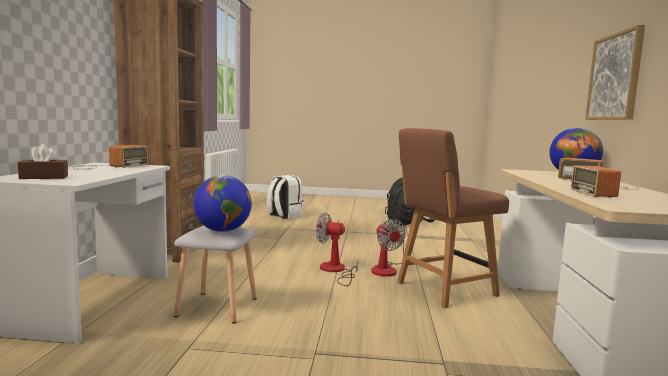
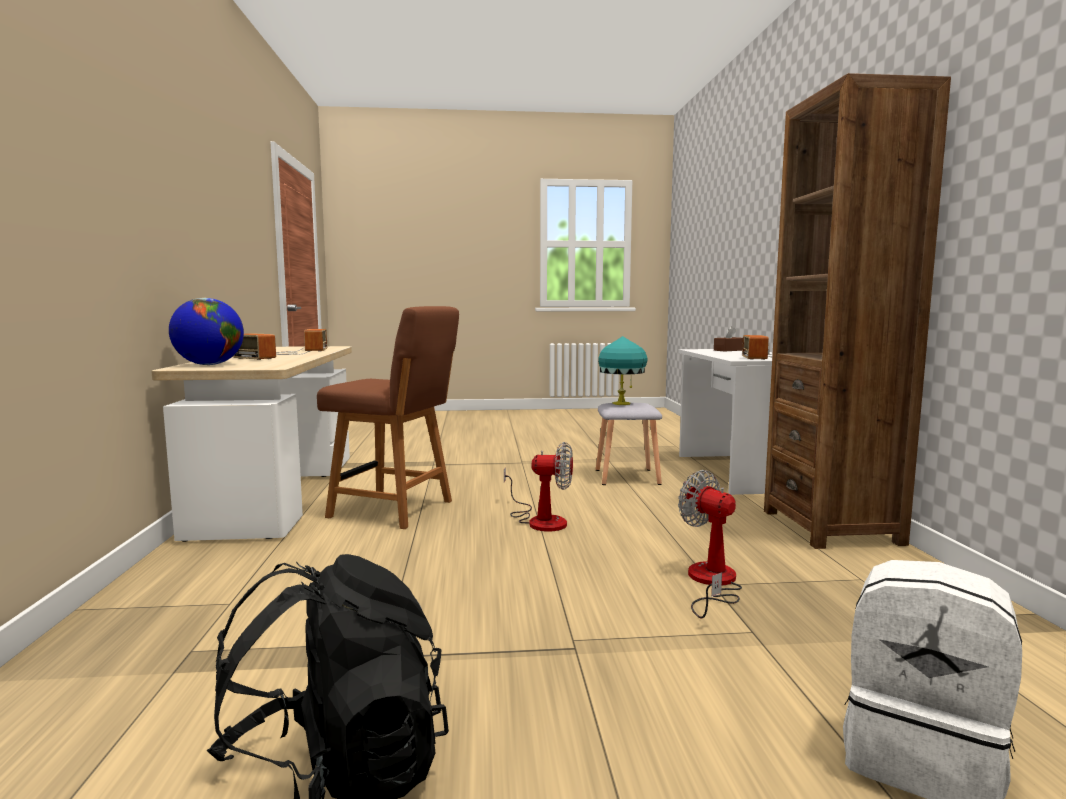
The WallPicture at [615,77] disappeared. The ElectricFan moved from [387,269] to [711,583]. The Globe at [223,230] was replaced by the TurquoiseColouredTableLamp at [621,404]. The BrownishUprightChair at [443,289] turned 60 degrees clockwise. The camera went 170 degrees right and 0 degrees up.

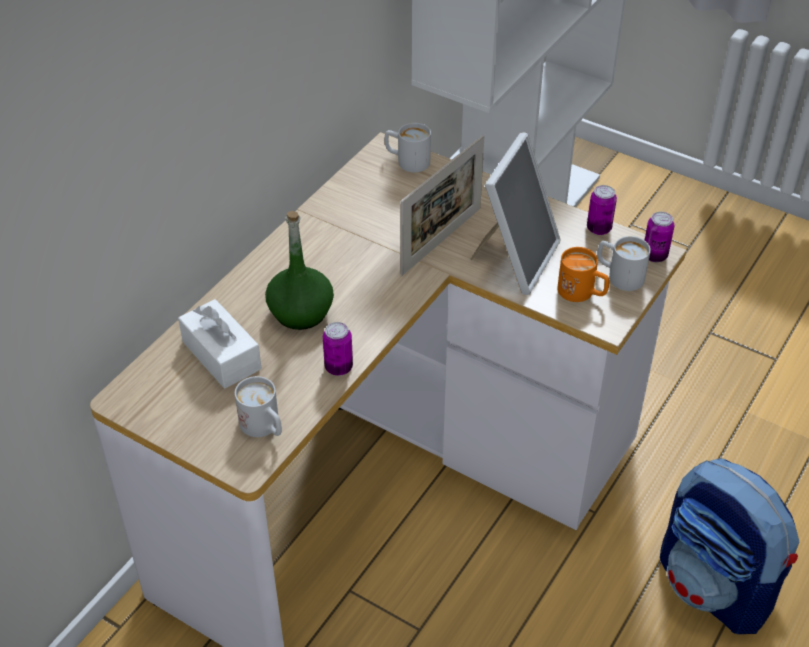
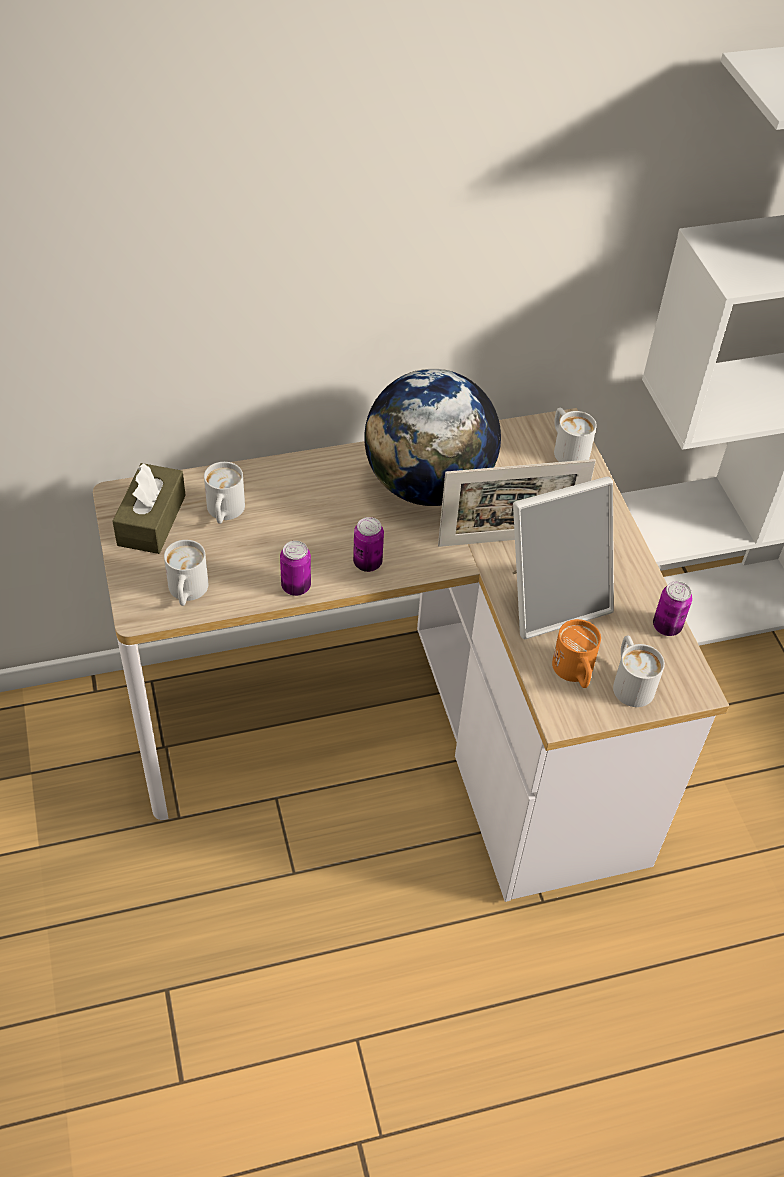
The GreenColouredBeverageBottle at [301,312] disappeared. The Rucksack at [716,587] disappeared. The BrownishTissueHolder at [151,520] appeared. The Globe at [428,485] appeared. The SealedCan moved from [654,256] to [367,563]. The WhitishTissueHolder at [221,355] was replaced by the WhitishCoffeeMug at [224,513]. The camera went 40 degrees right and 5 degrees up.

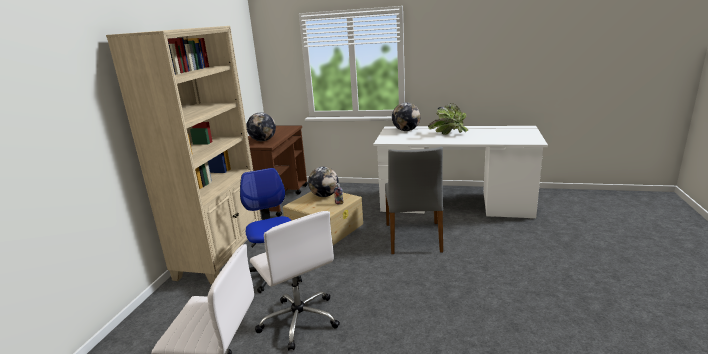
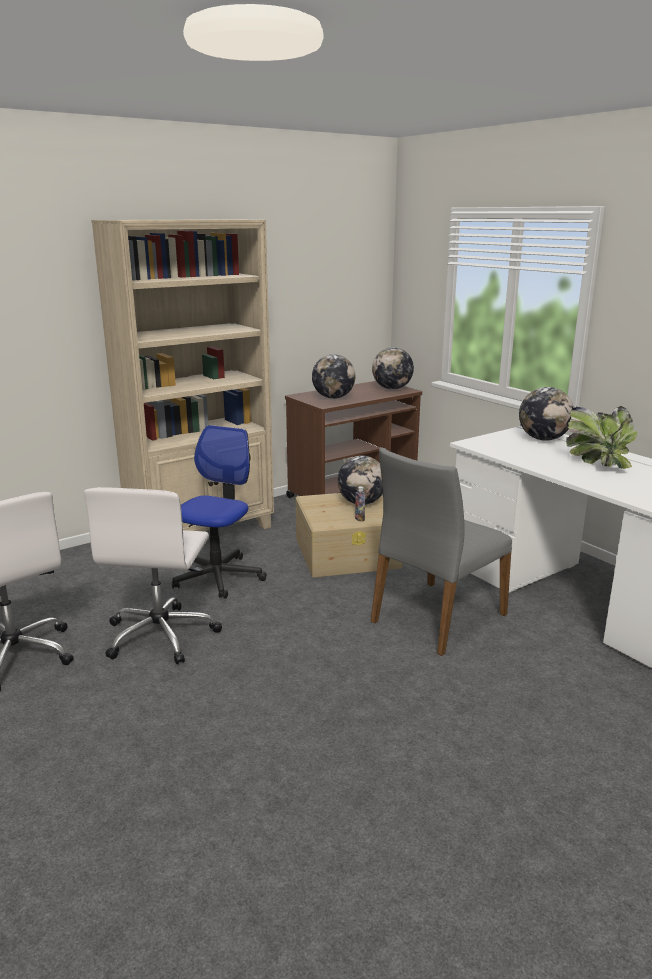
The Globe at [392,389] appeared. The camera went 40 degrees right and 0 degrees up.

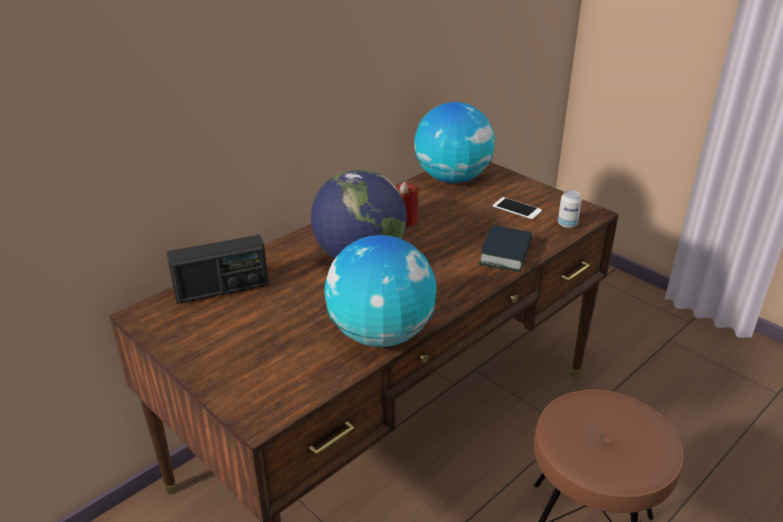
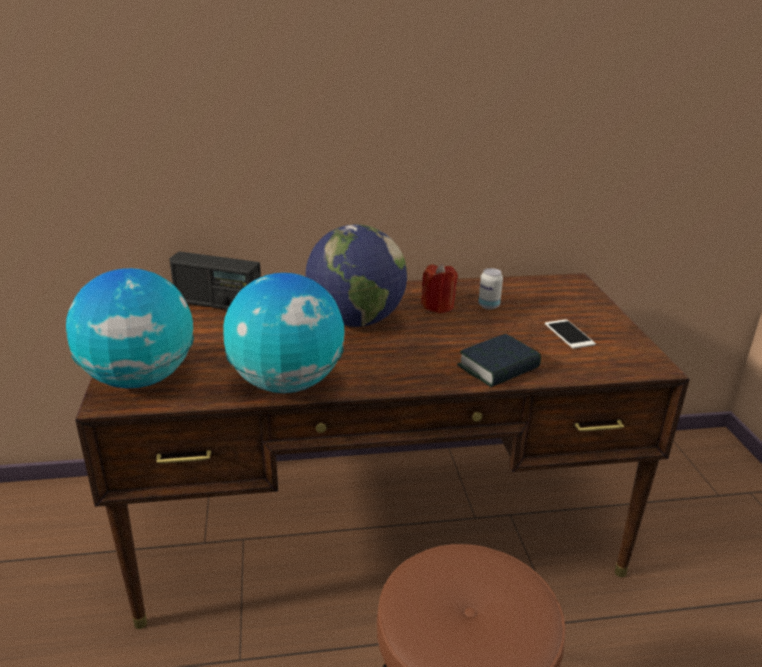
The Globe moved from [452,178] to [139,379]. The SealedCan moved from [567,224] to [488,306]. The camera went 35 degrees right and 5 degrees down.

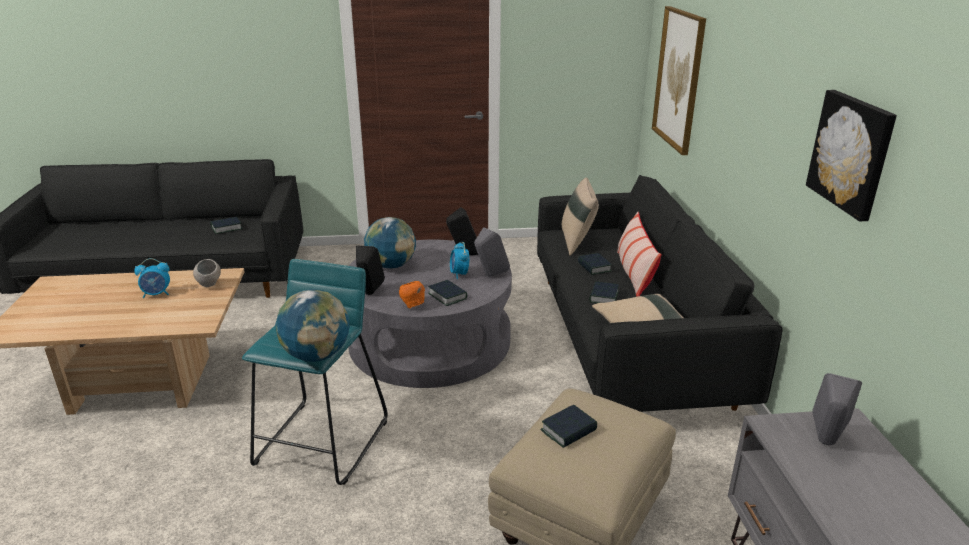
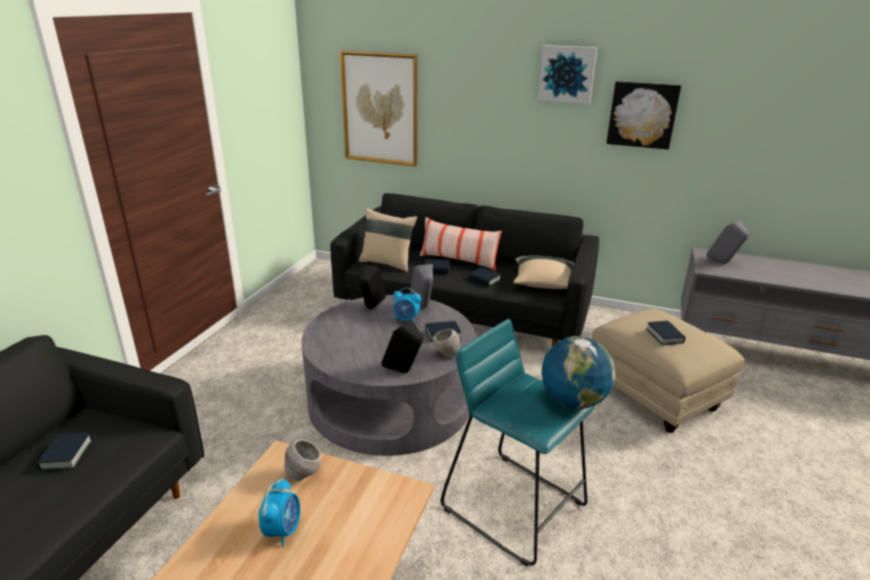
The Globe at [391,265] disappeared. The WallPicture at [567,74] appeared. The OrangeColouredServingBowl at [412,306] became the GreyServingBowl at [447,355]. The camera went 65 degrees left and 0 degrees up.

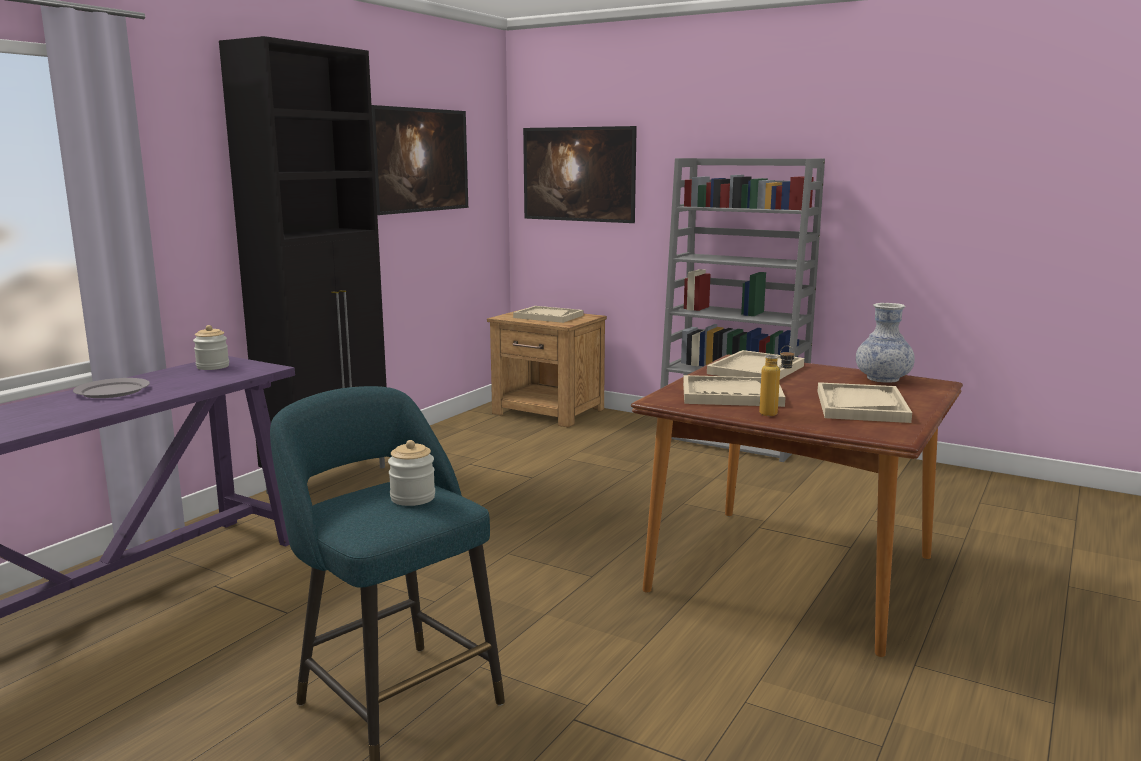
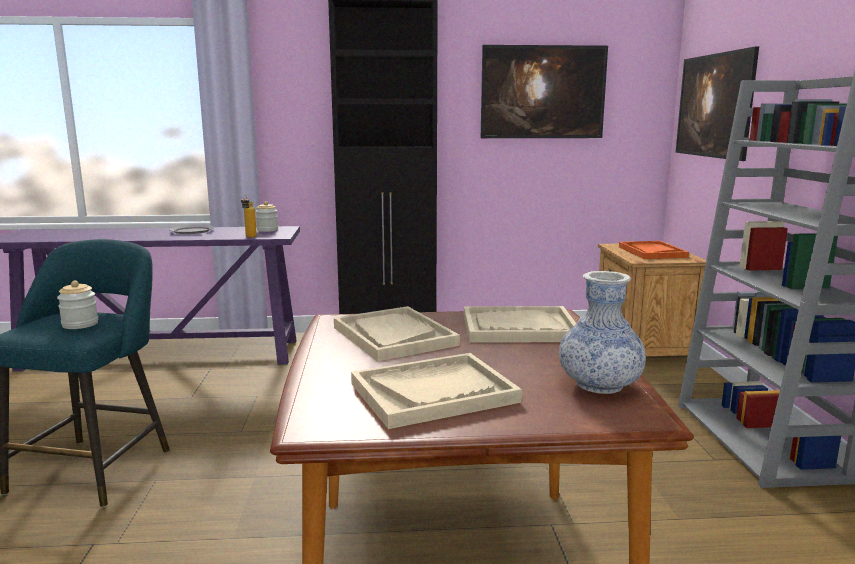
The BeverageBottle moved from [775,415] to [249,237]. The BeigeCarryingTray at [548,316] became the OrangeColouredCarryingTray at [652,252]. The camera went 55 degrees right and 0 degrees up.

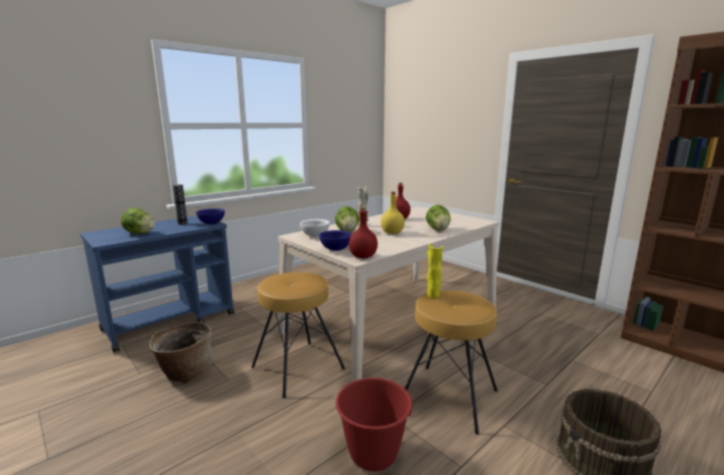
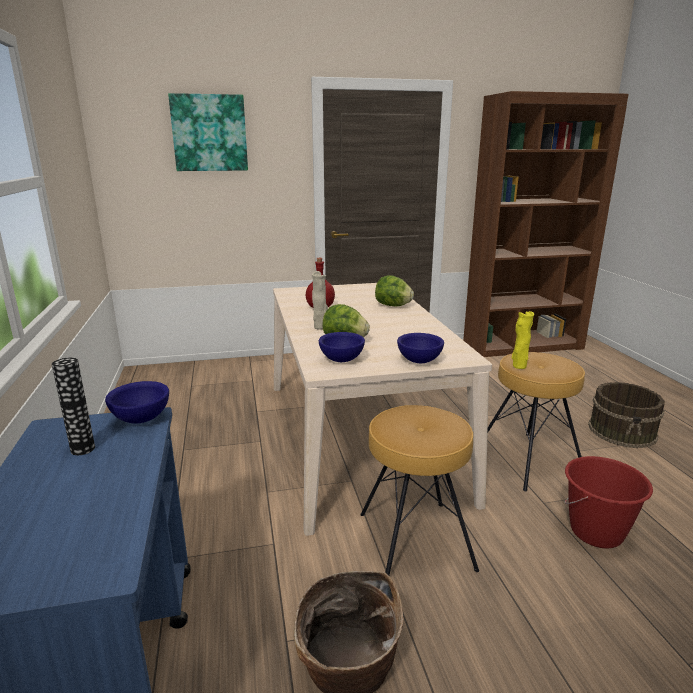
The LettuceHead at [140,233] disappeared. The RedBeverageBottle at [362,256] disappeared. The YellowColouredBeverageBottle at [392,233] disappeared. The WallPicture at [209,133] appeared. The WhitishServingBowl at [315,236] became the BluishServingBowl at [341,360]. The camera went 60 degrees left and 5 degrees up.

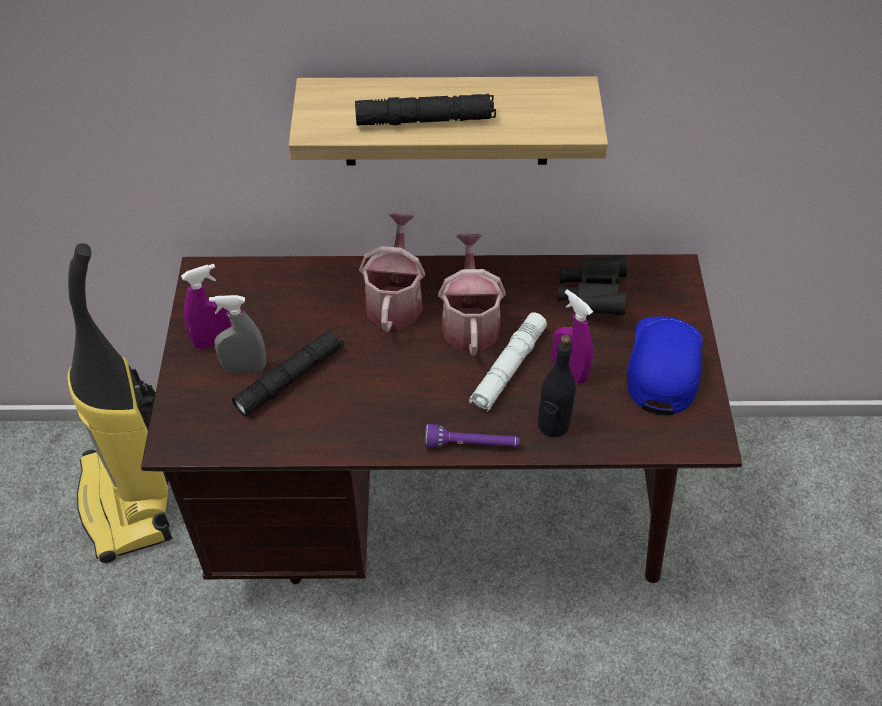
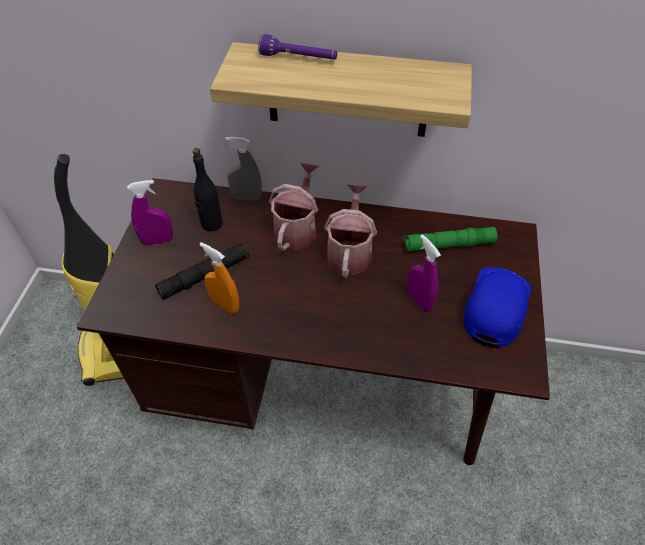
The BlackFlashlight at [425,120] disappeared. The WhitishFlashlight at [508,368] disappeared. The OrangeColouredSprayer at [225,305] appeared. The GreySprayer moved from [244,368] to [246,197]. The PurpleColouredFlashlight moved from [472,445] to [298,58]. The BlackBeverageBottle moved from [553,425] to [211,224]. The BlackFieldGlasses at [592,295] was replaced by the GreenColouredFlashlight at [448,244]. The camera went 10 degrees right and 0 degrees up.

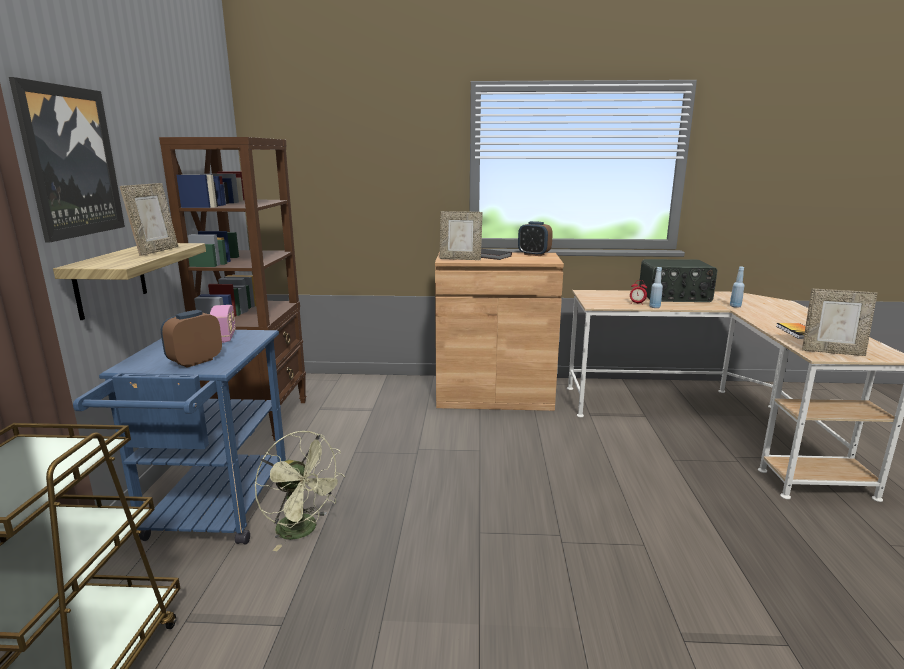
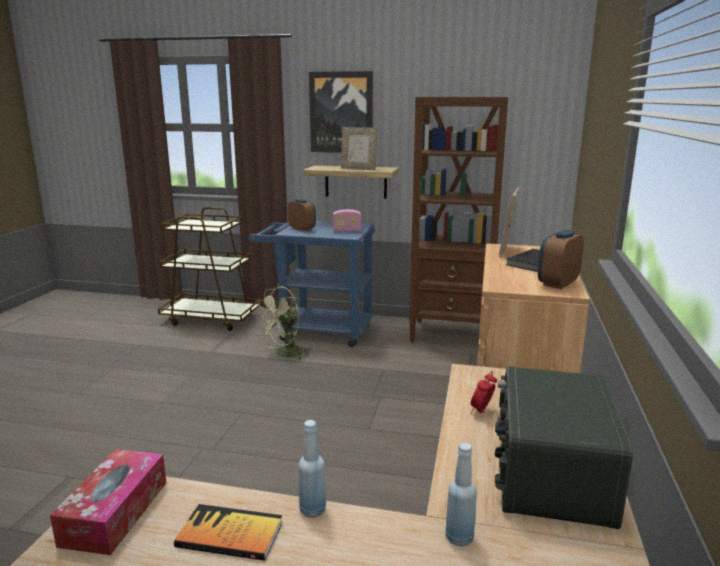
The BluishBeverageBottle moved from [654,307] to [312,510]. The PhotoFrame at [832,352] was replaced by the TissueHolder at [115,512]. The camera went 100 degrees right and 0 degrees up.

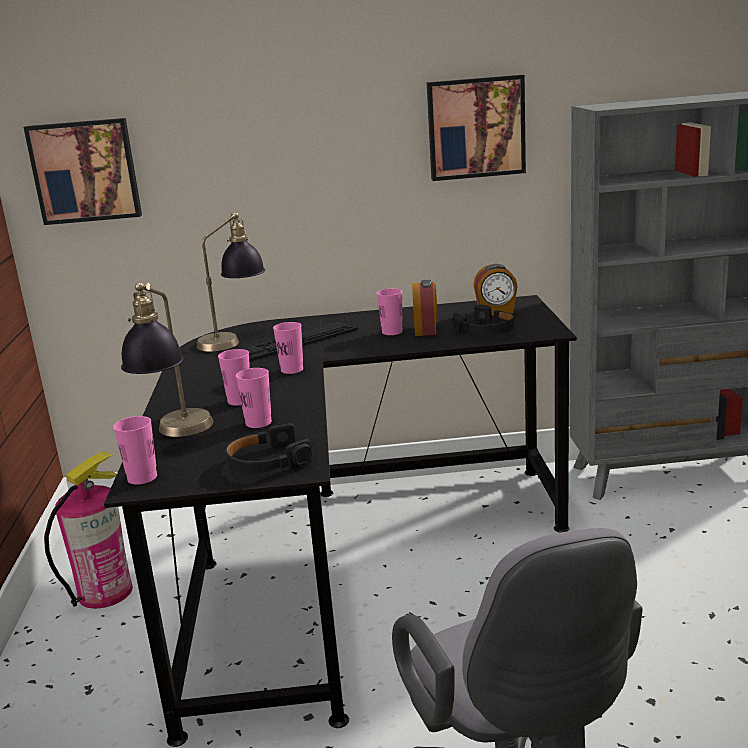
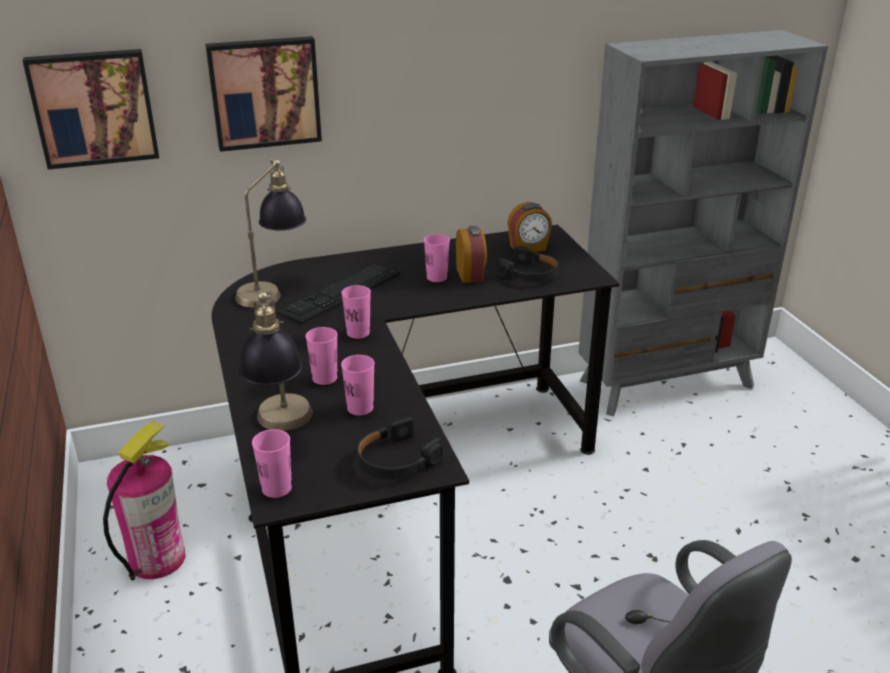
The WallPicture moved from [475,127] to [264,92]. The camera went 15 degrees left and 10 degrees up.

